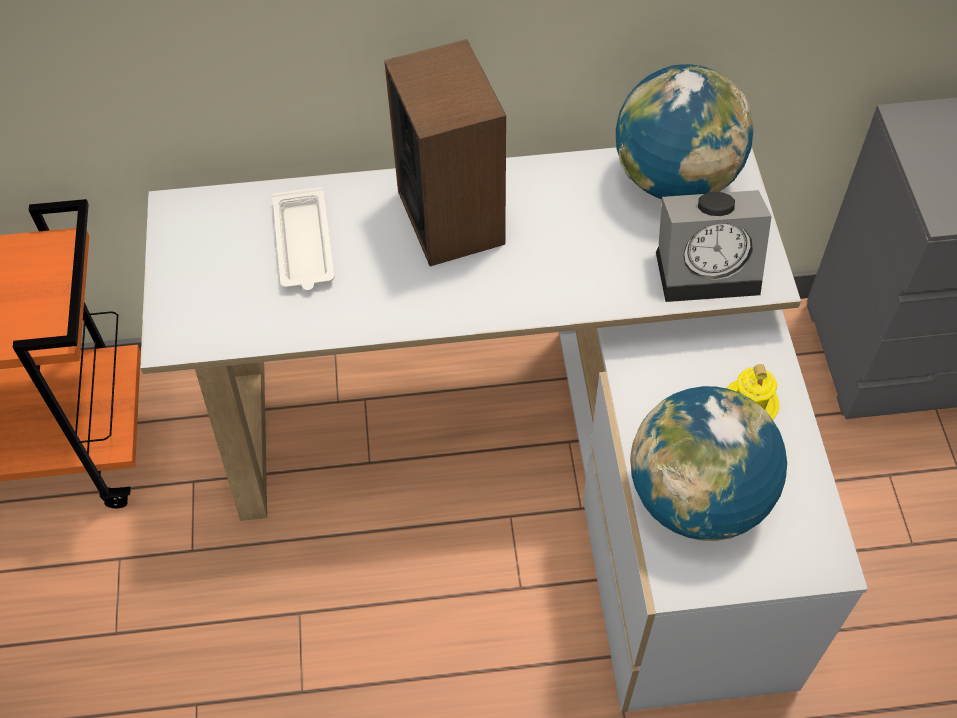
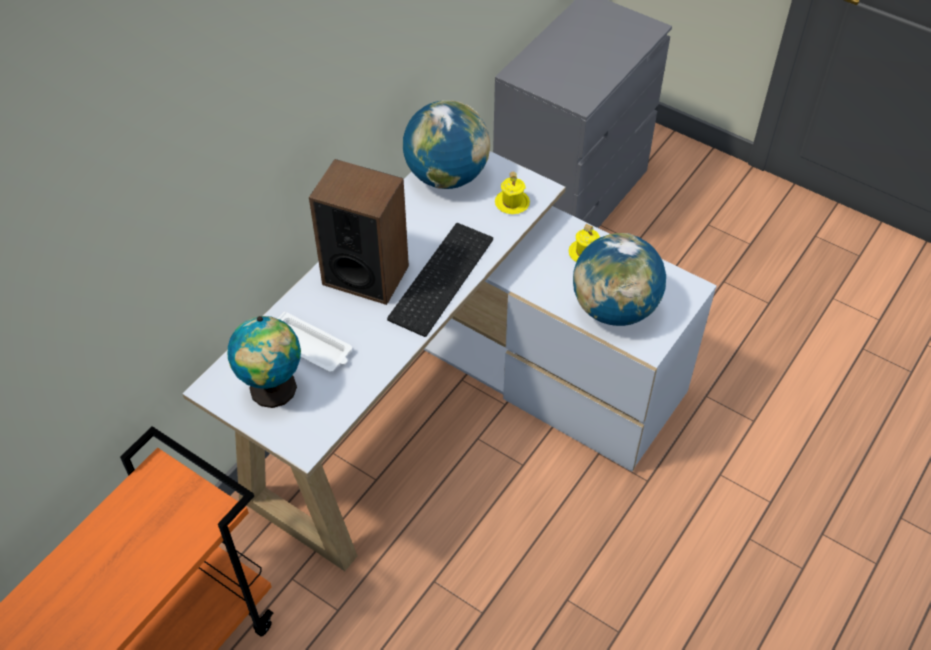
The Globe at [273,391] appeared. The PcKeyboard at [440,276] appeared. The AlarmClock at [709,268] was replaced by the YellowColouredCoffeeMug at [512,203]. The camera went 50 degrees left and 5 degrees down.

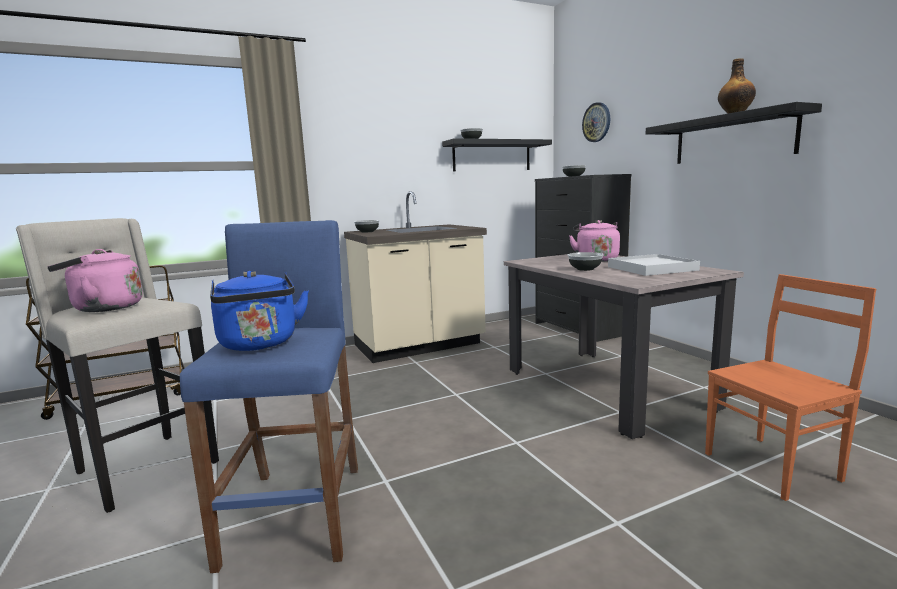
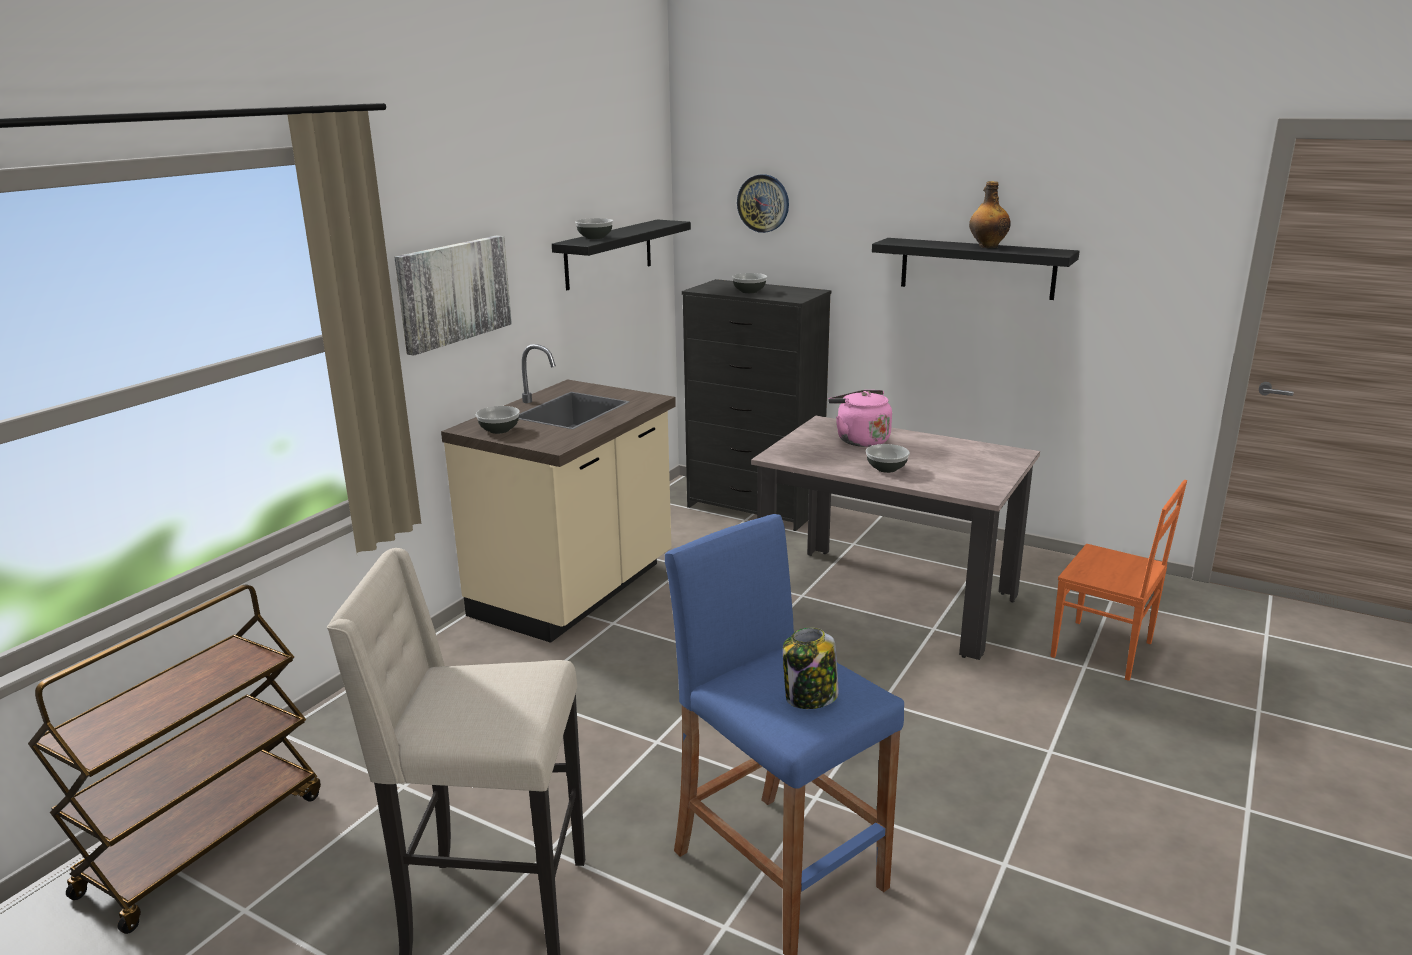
The PinkColouredWaterKettle at [103,308] disappeared. The WhitishCarryingTray at [651,268] disappeared. The WallPicture at [453,292] appeared. The BluishWaterKettle at [260,344] was replaced by the Jar at [810,697]. The OrangeColouredUprightChair at [774,467] turned 90 degrees clockwise. The camera went 35 degrees left and 10 degrees up.

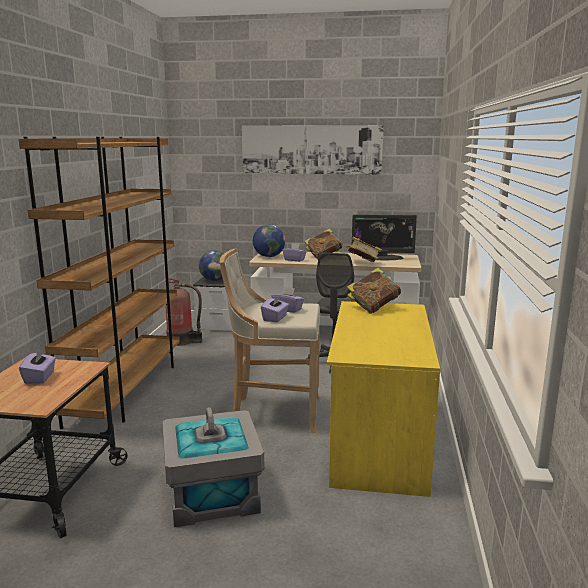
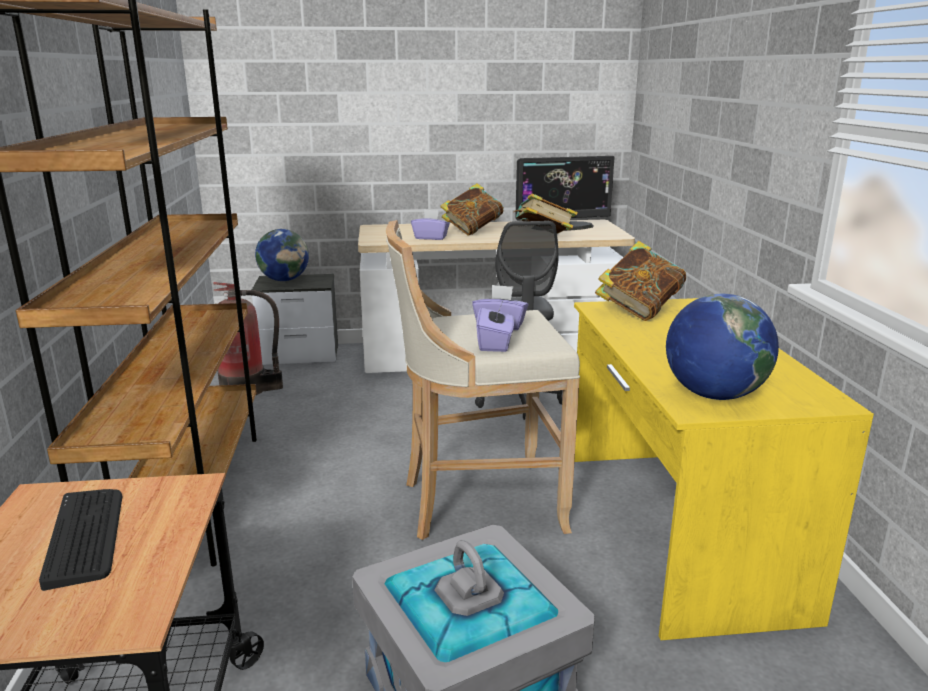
The WallPicture at [311,150] disappeared. The Globe moved from [269,256] to [714,395]. The PurpleColouredTissueHolder at [40,378] was replaced by the PcKeyboard at [86,536]. The camera went 15 degrees left and 5 degrees up.

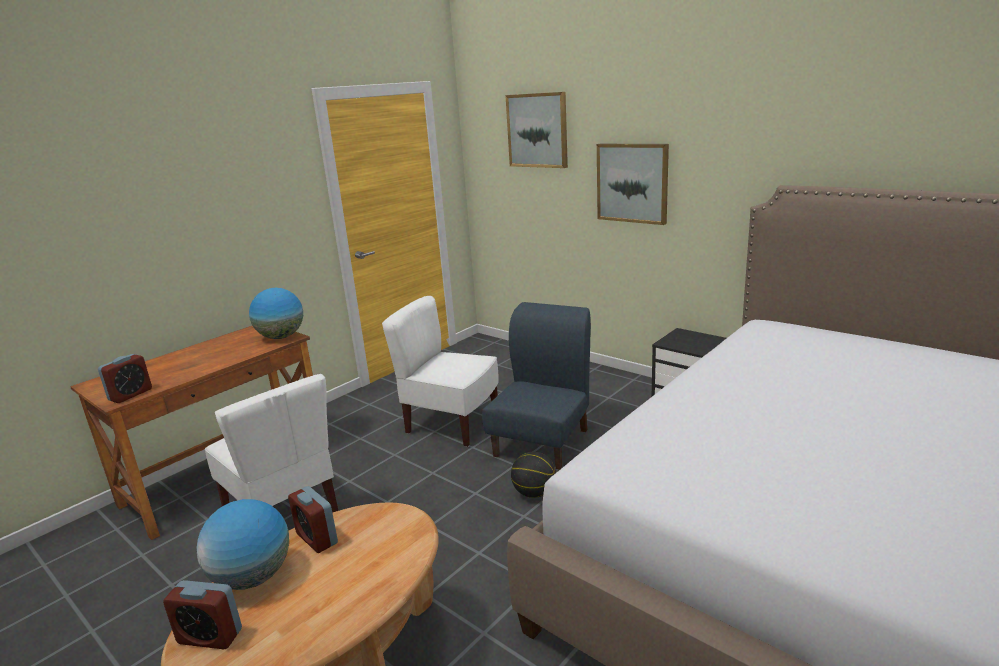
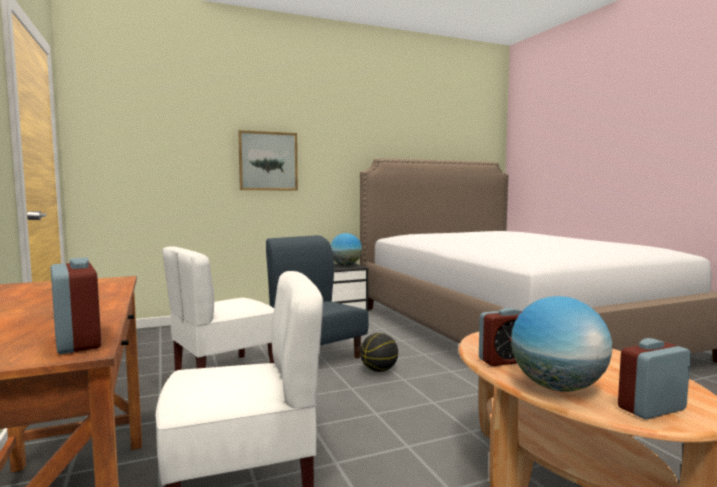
The WallPicture at [537,130] disappeared. The Globe moved from [281,337] to [345,265]. The AlarmClock at [210,636] turned 150 degrees counterclockwise. The camera went 65 degrees left and 15 degrees down.

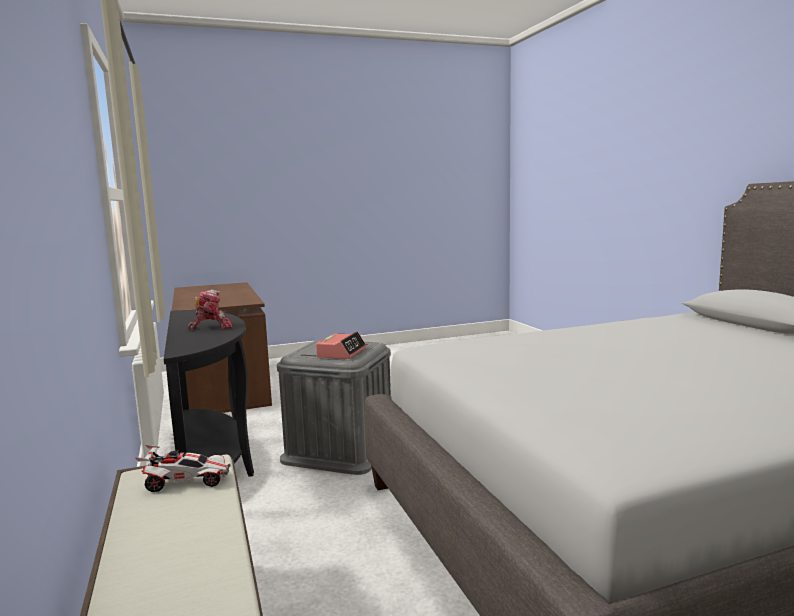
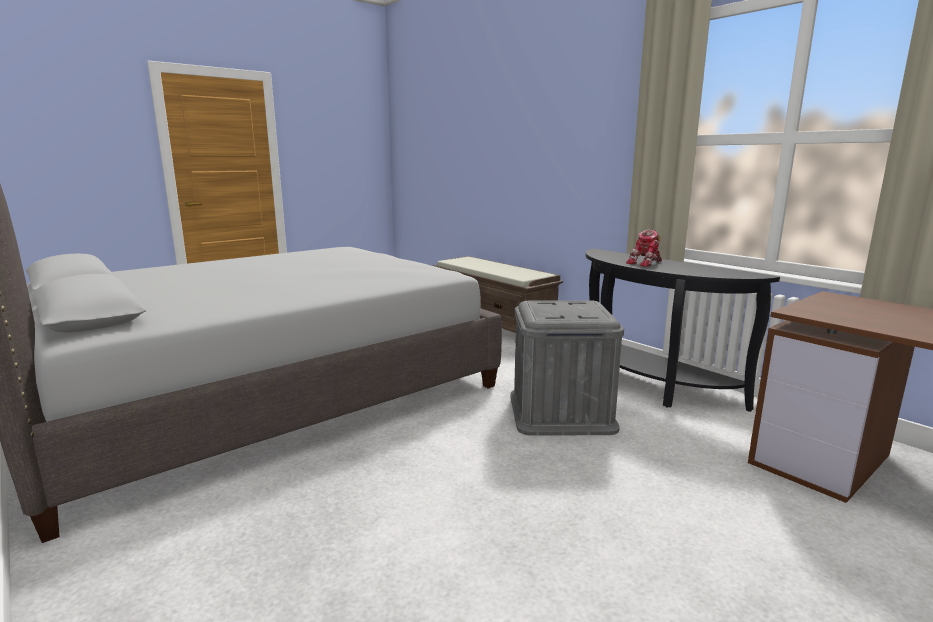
The MiniatureCar at [187,482] disappeared. The AlarmClock at [341,353] disappeared. The camera went 160 degrees right and 5 degrees up.

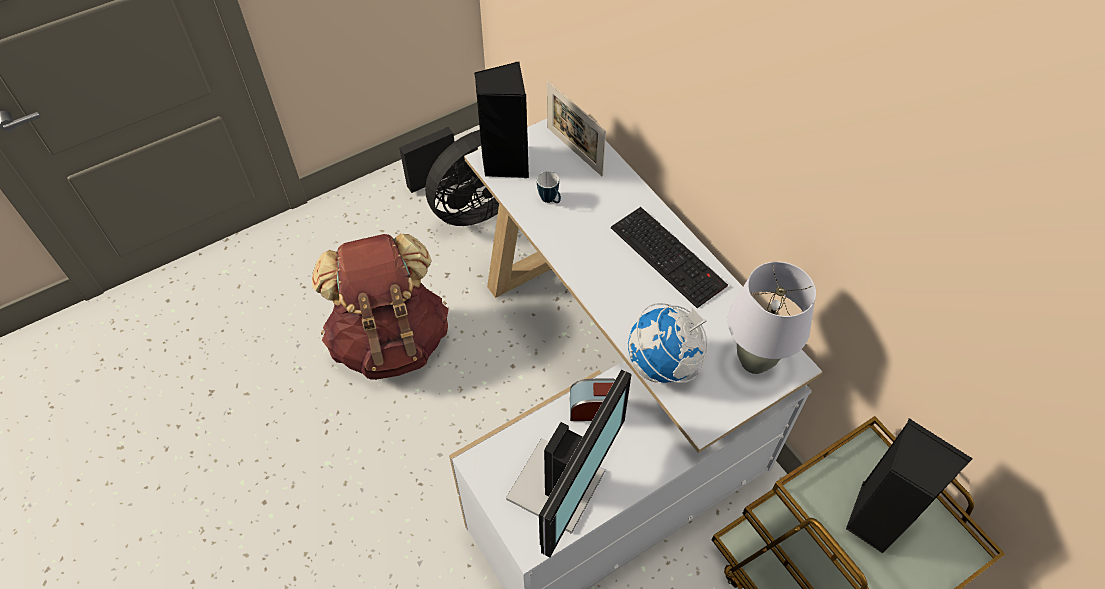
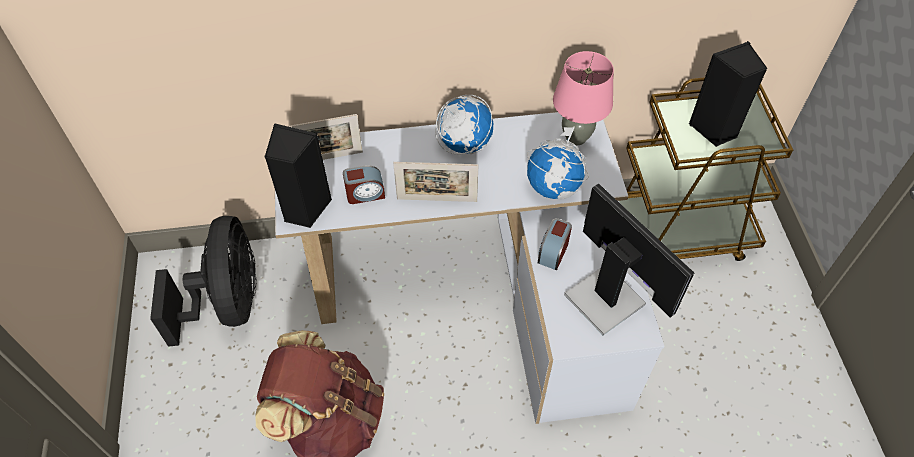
The PhotoFrame at [437,200] appeared. The CoffeeMug at [550,201] was replaced by the AlarmClock at [365,194]. The PcKeyboard at [670,256] was replaced by the Globe at [464,144]. The GreyTableLamp at [754,361] became the PinkColouredTableLamp at [576,137]. The camera went 65 degrees left and 0 degrees up.

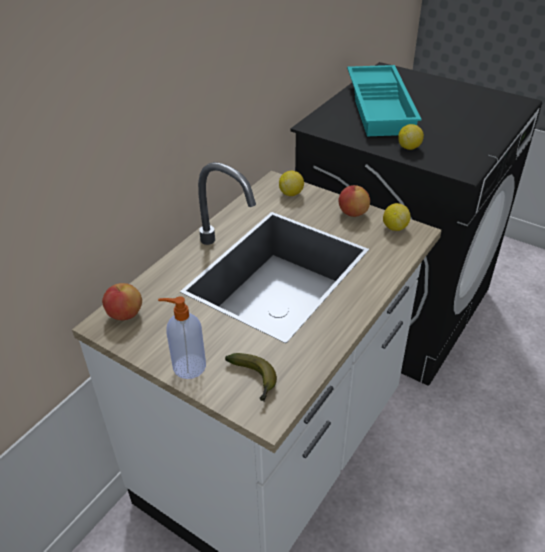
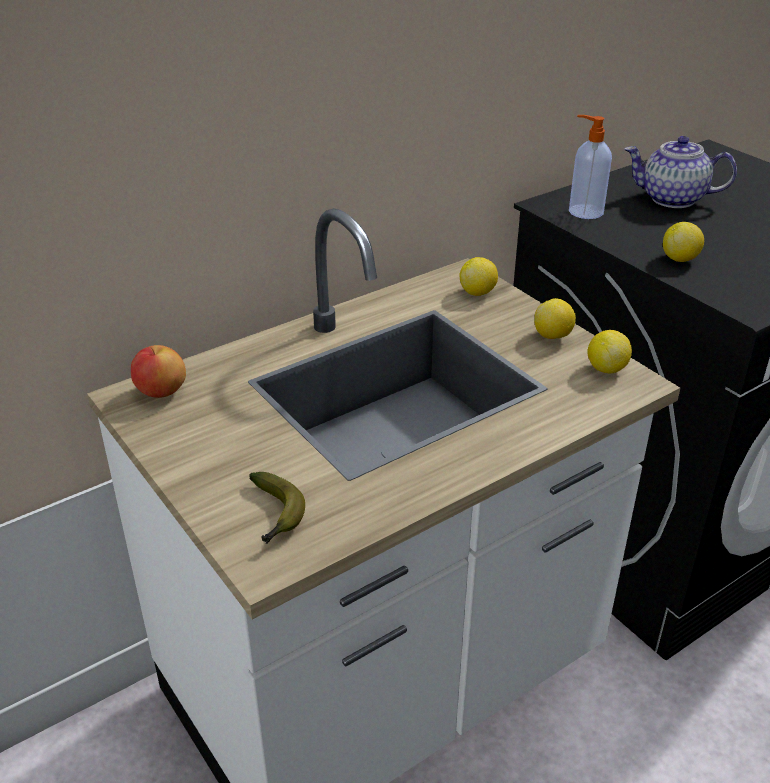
The SoapBottle moved from [188,366] to [584,211]. The WholeApple at [352,213] was replaced by the CitrusFruit at [553,336]. The TurquoiseColouredCarryingTray at [382,107] was replaced by the Teapot at [672,199]. The camera went 20 degrees right and 5 degrees down.

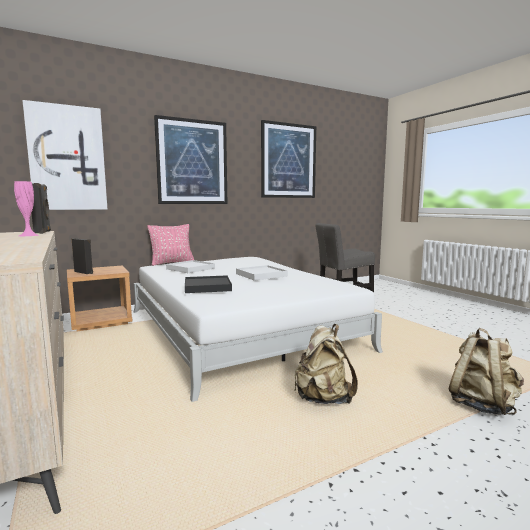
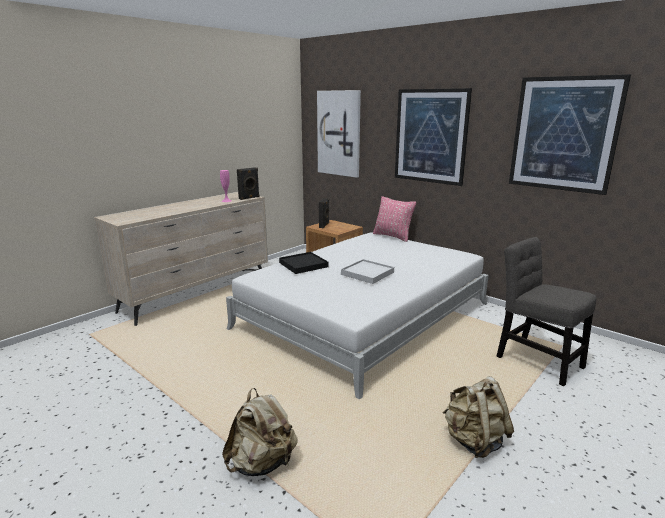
The WhitishCarryingTray at [190,269] disappeared. The BeigeRucksack moved from [323,398] to [474,441]. The camera went 70 degrees right and 10 degrees up.

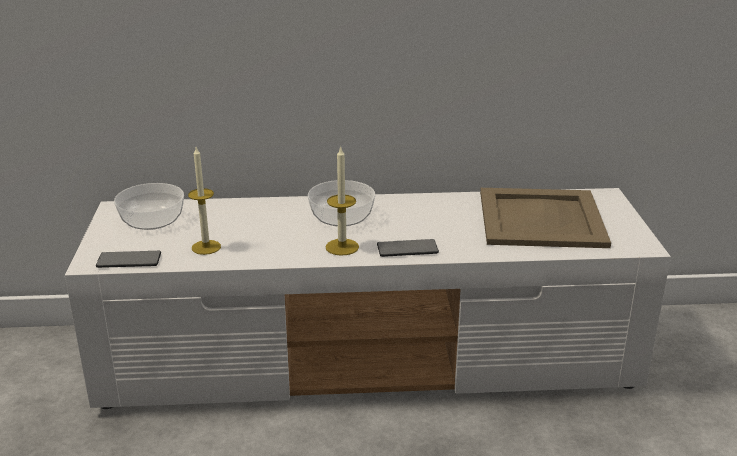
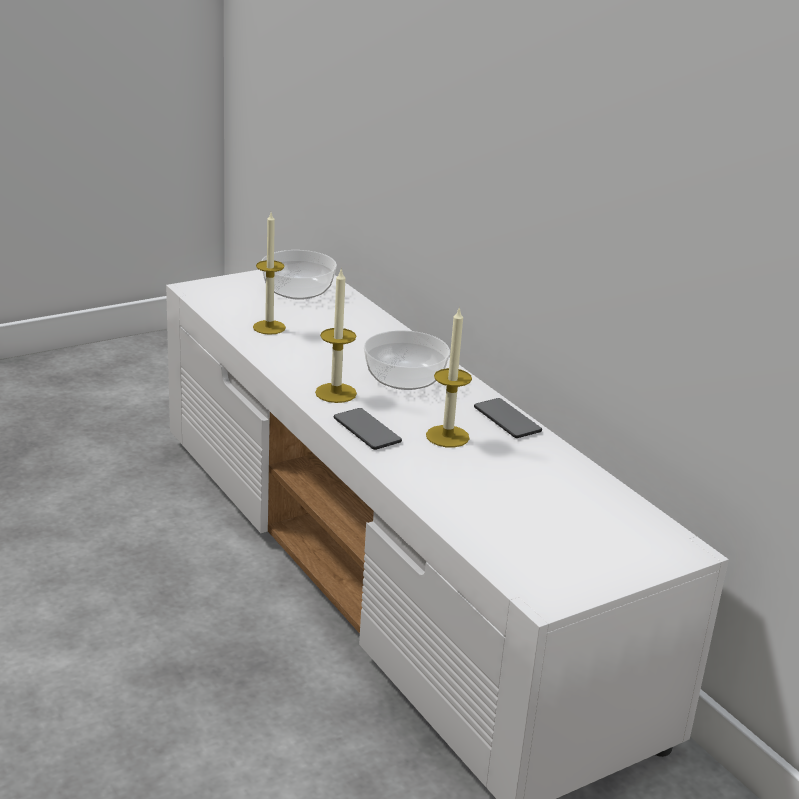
The BeigeCarryingTray at [542,218] disappeared. The WaxLight at [447,436] appeared. The Handset moved from [129,260] to [507,419]. The camera went 60 degrees right and 0 degrees up.

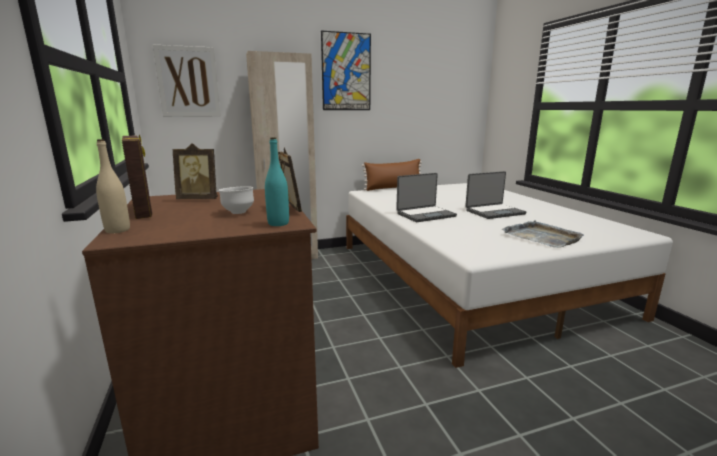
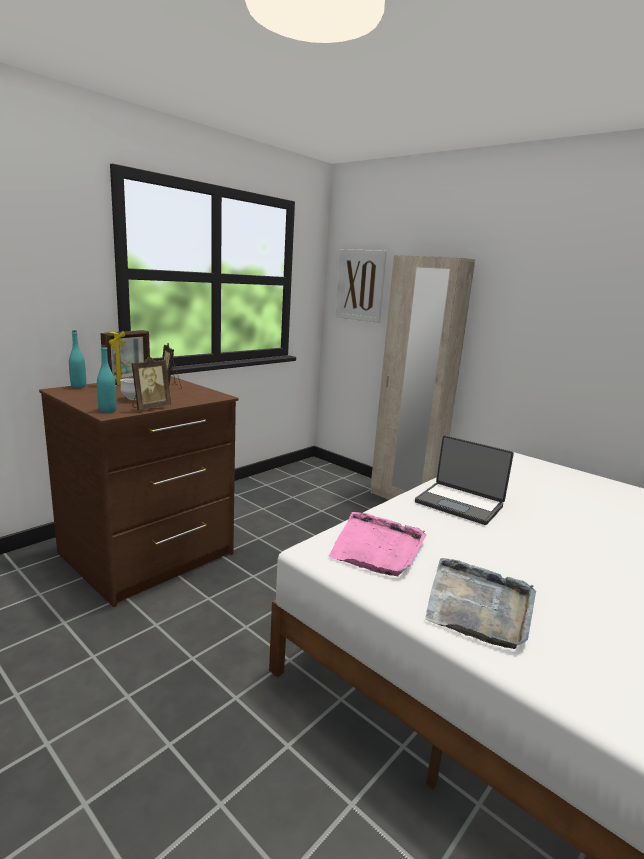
The WallPicture at [346,72] disappeared. The BrownishCushion at [393,188] disappeared. The NotebookComputer at [494,212] disappeared. The PinkColouredCarryingTray at [377,547] appeared. The BeigeBeverageBottle at [117,230] became the TurquoiseColouredBeverageBottle at [78,386]. The camera went 60 degrees right and 0 degrees up.

